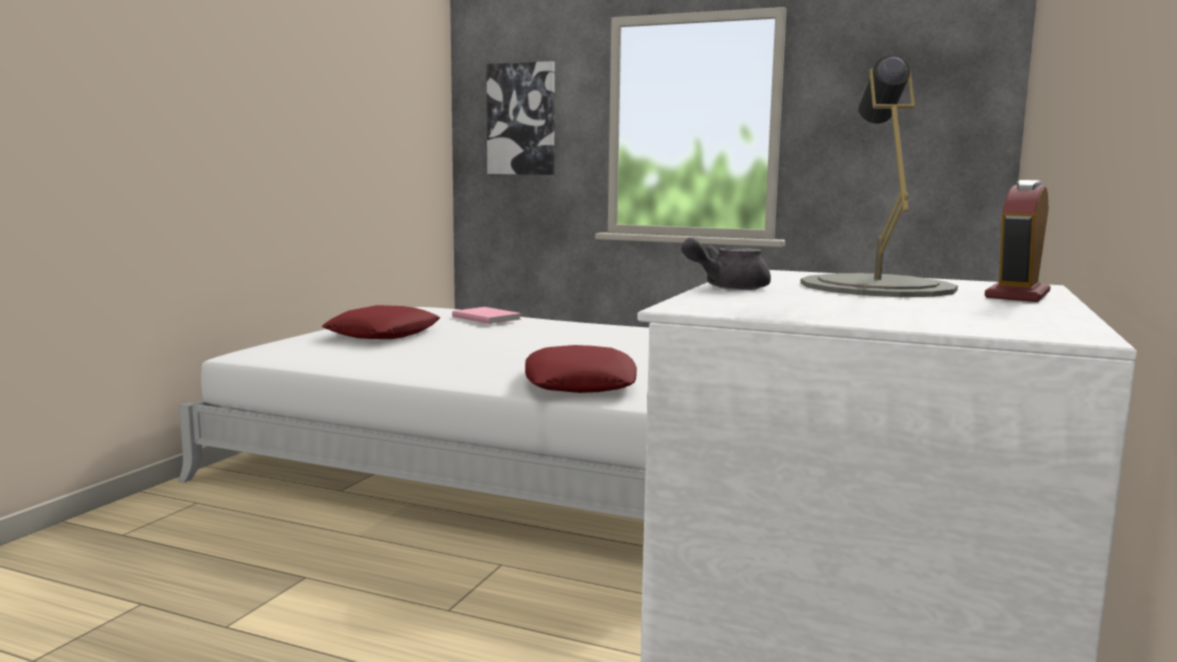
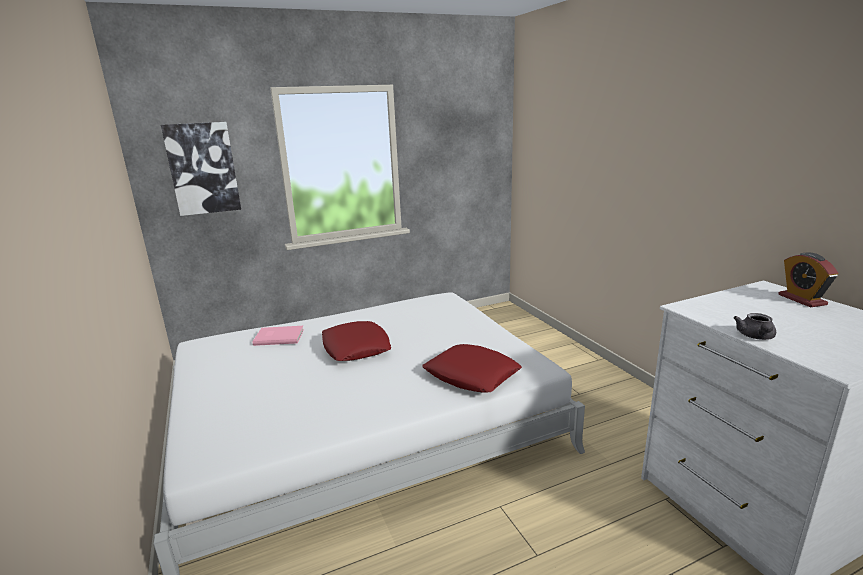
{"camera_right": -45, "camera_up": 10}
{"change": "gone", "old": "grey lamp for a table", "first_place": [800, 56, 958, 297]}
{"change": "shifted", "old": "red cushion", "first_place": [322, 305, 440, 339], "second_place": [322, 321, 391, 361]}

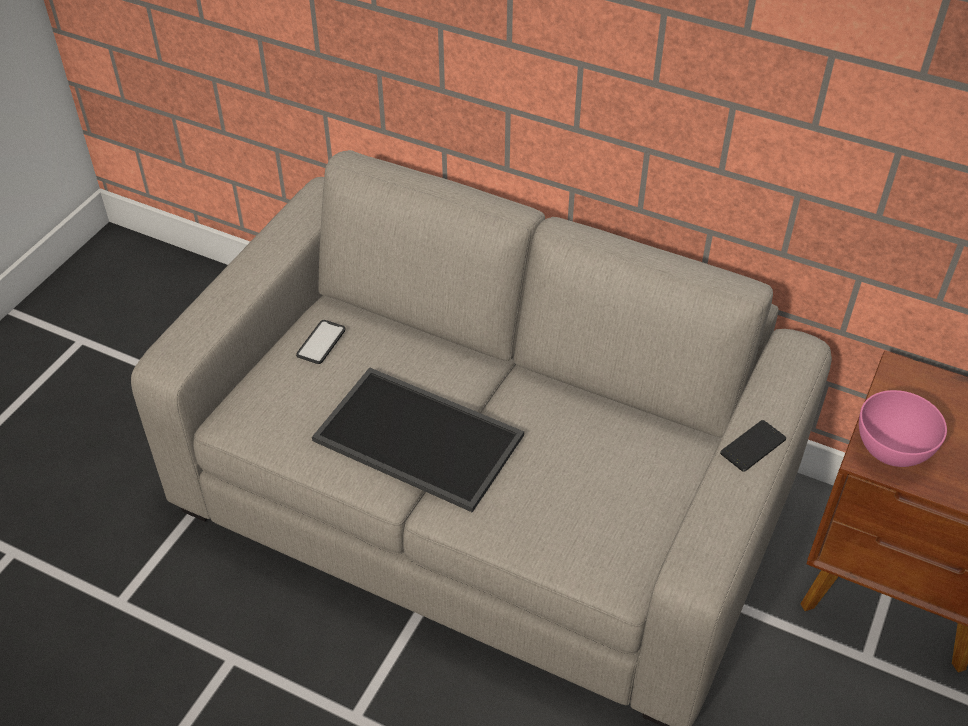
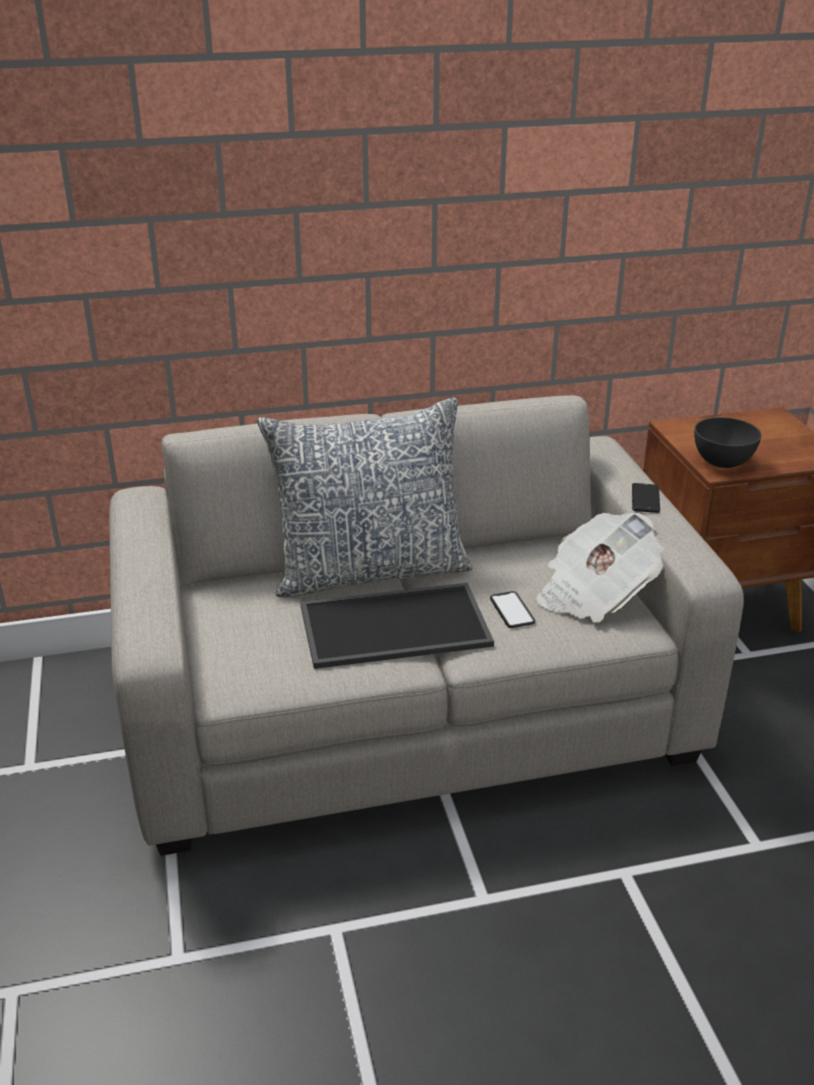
{"camera_right": -40, "camera_up": -15}
{"change": "shifted", "old": "handset", "first_place": [296, 320, 346, 364], "second_place": [490, 591, 535, 628]}
{"change": "repainted", "old": "pink deep dish", "new": "grey deep dish", "first_place": [859, 390, 947, 467], "second_place": [694, 417, 762, 468]}
{"change": "new", "new": "cushion", "second_place": [257, 397, 473, 597]}
{"change": "new", "new": "daily paper", "second_place": [536, 513, 664, 622]}

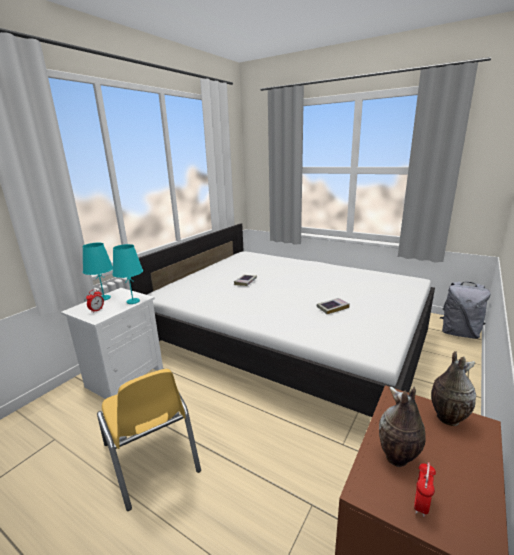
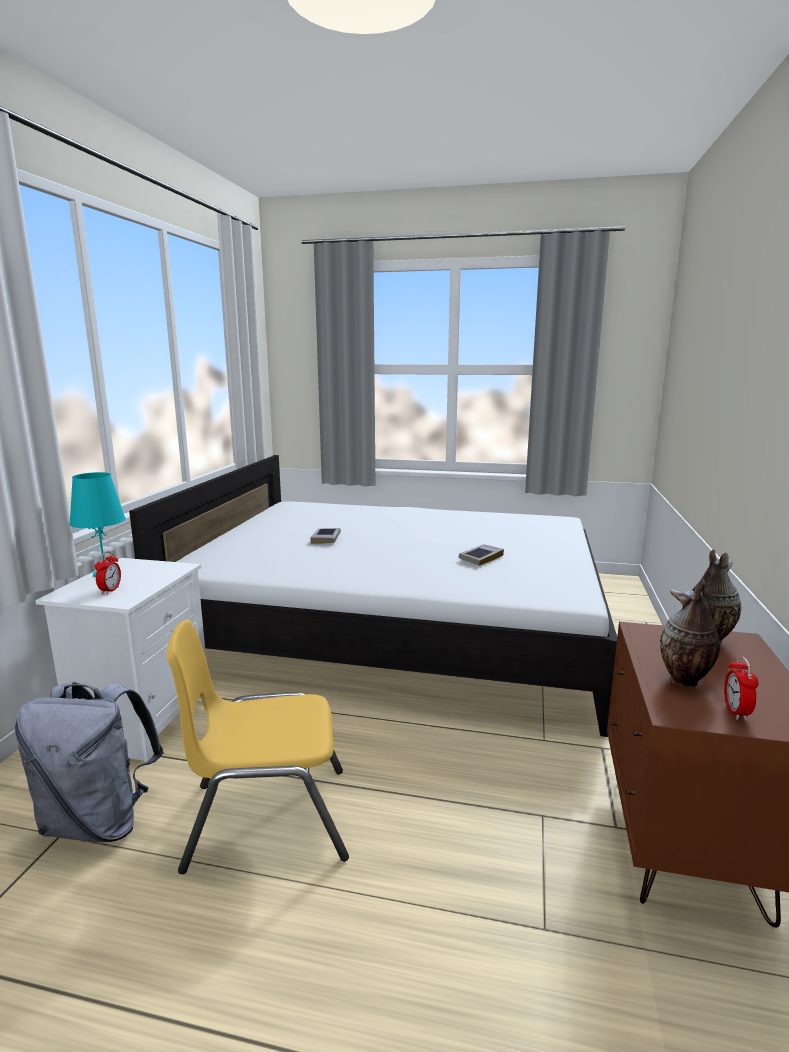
{"camera_right": -20, "camera_up": -5}
{"change": "gone", "old": "turquoise-coloured lamp for a table", "first_place": [112, 244, 143, 304]}
{"change": "shifted", "old": "grey backpack", "first_place": [440, 282, 491, 339], "second_place": [15, 681, 164, 842]}
{"change": "rotated", "old": "yellow-coloured upright chair", "first_place": [97, 369, 201, 511], "second_place": [166, 620, 349, 874], "degrees": 135}

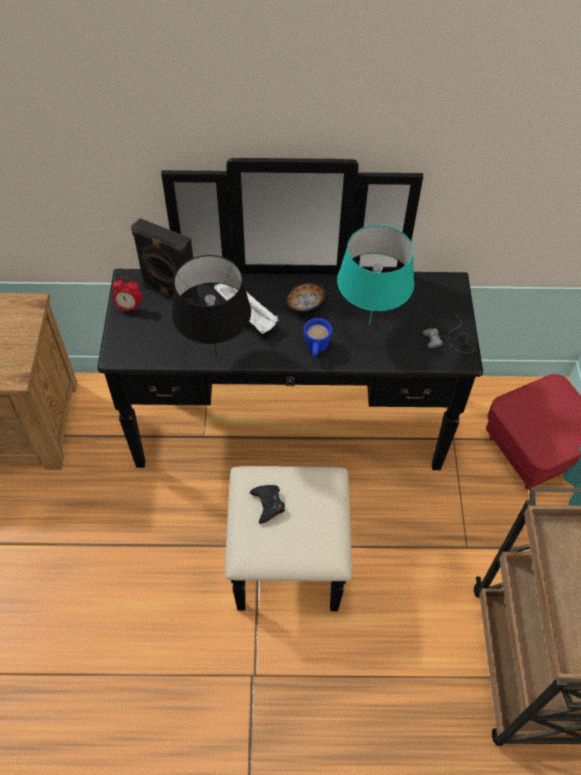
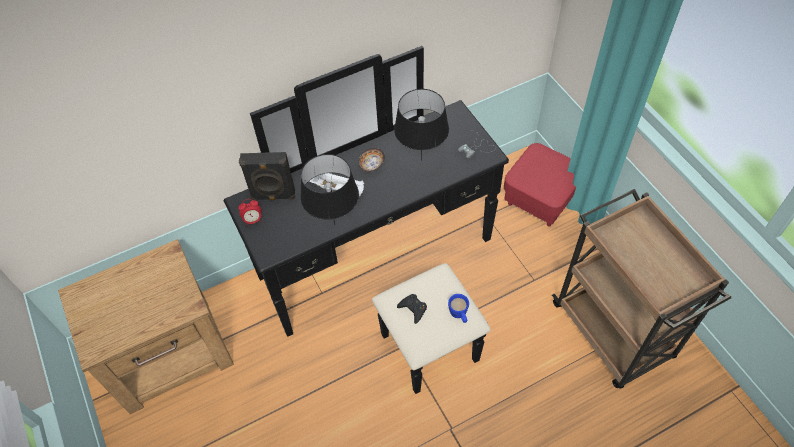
{"camera_right": -25, "camera_up": 0}
{"change": "repainted", "old": "turquoise-coloured lamp for a table", "new": "black lamp for a table", "first_place": [337, 225, 414, 325], "second_place": [394, 89, 449, 161]}
{"change": "shifted", "old": "blue coffee mug", "first_place": [303, 318, 332, 357], "second_place": [448, 294, 469, 323]}

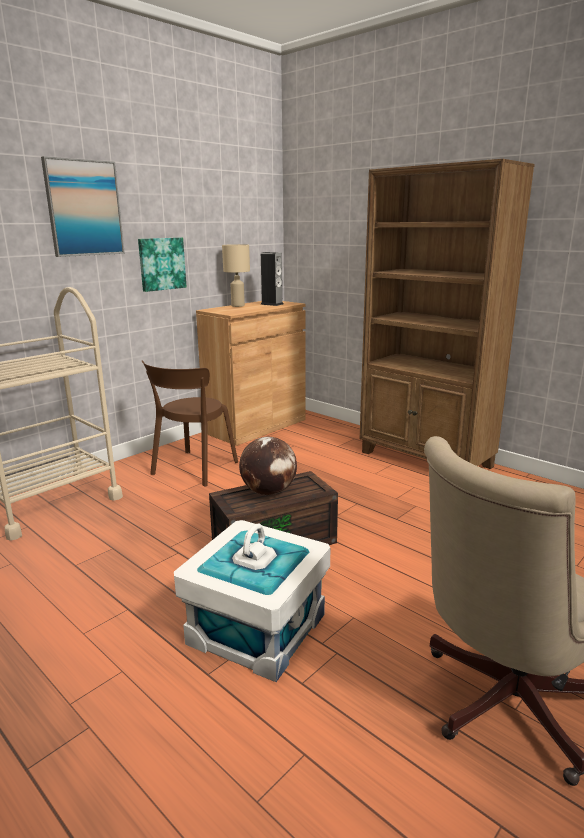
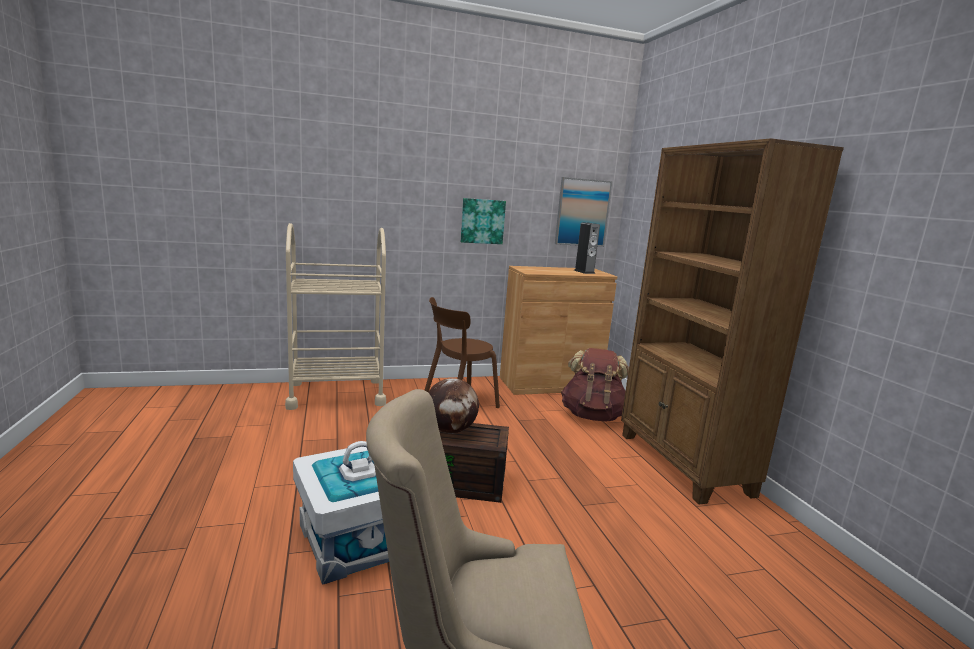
{"camera_right": 30, "camera_up": -5}
{"change": "shifted", "old": "wall art", "first_place": [41, 156, 125, 257], "second_place": [555, 177, 612, 247]}
{"change": "gone", "old": "sand-coloured lamp for a table", "first_place": [222, 244, 250, 307]}
{"change": "new", "new": "brown backpack", "second_place": [561, 348, 629, 422]}

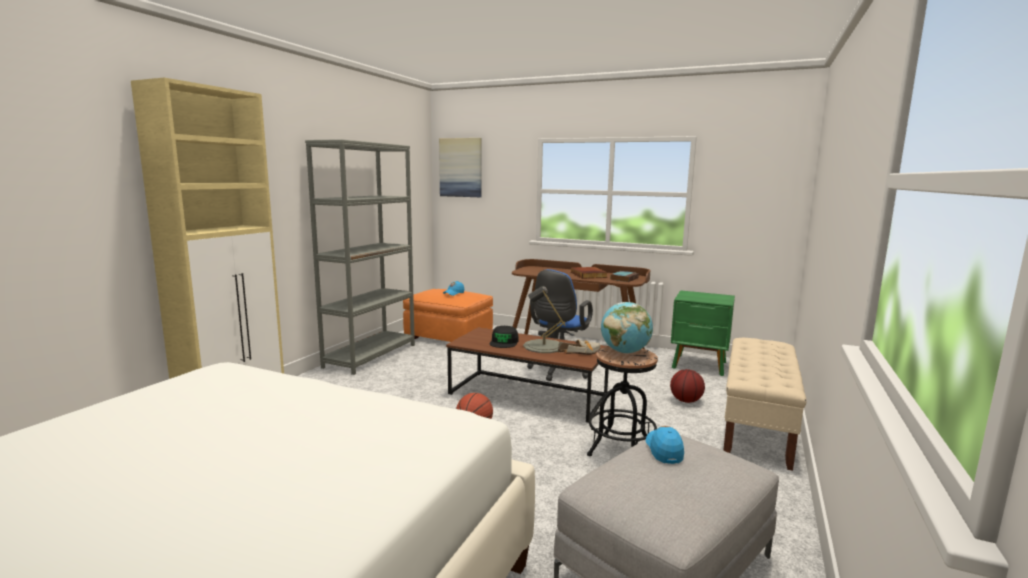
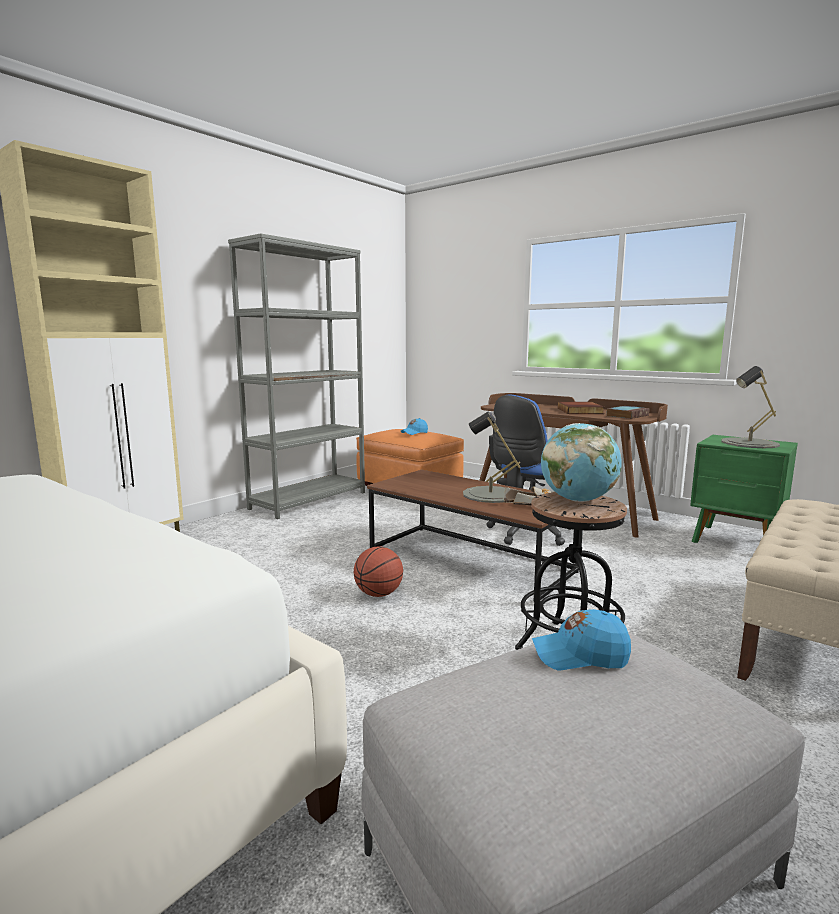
{"camera_right": 15, "camera_up": 0}
{"change": "gone", "old": "wall art", "first_place": [439, 138, 481, 197]}
{"change": "gone", "old": "black baseball cap", "first_place": [489, 326, 519, 348]}
{"change": "gone", "old": "basketball ball", "first_place": [670, 369, 705, 403]}
{"change": "rotated", "old": "blue baseball cap", "first_place": [646, 426, 684, 464], "second_place": [532, 609, 631, 671], "degrees": -105}
{"change": "new", "new": "grey lamp for a table", "second_place": [721, 366, 780, 448]}

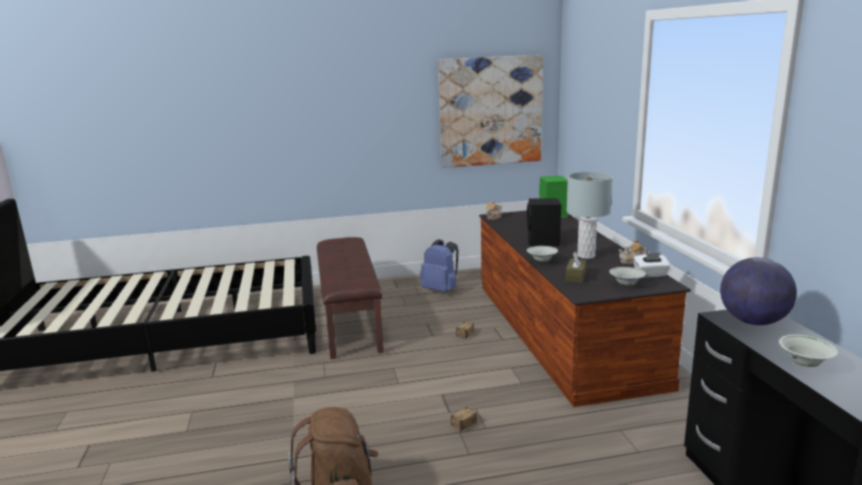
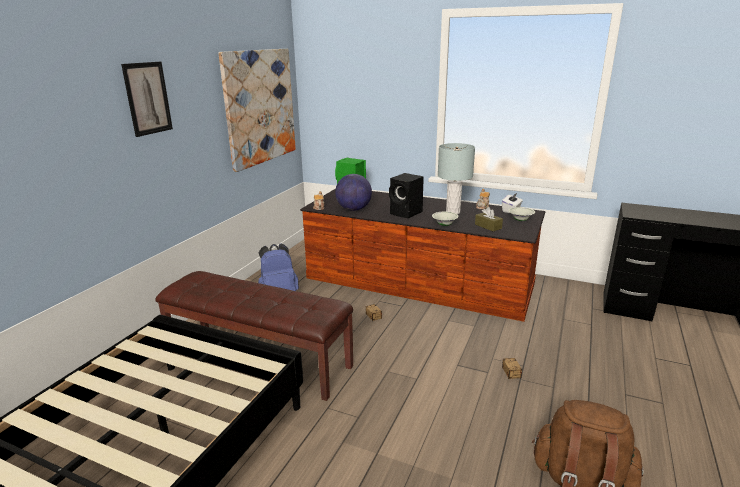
{"camera_right": -55, "camera_up": 5}
{"change": "shifted", "old": "world globe", "first_place": [720, 257, 797, 325], "second_place": [335, 174, 372, 211]}
{"change": "gone", "old": "whitish deep dish", "first_place": [779, 335, 838, 367]}
{"change": "new", "new": "wall art", "second_place": [121, 62, 173, 137]}

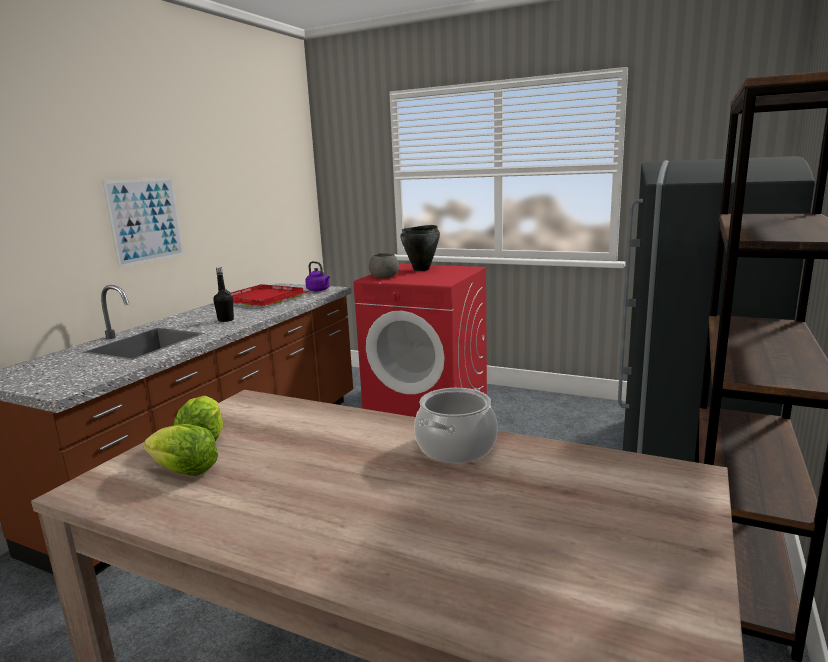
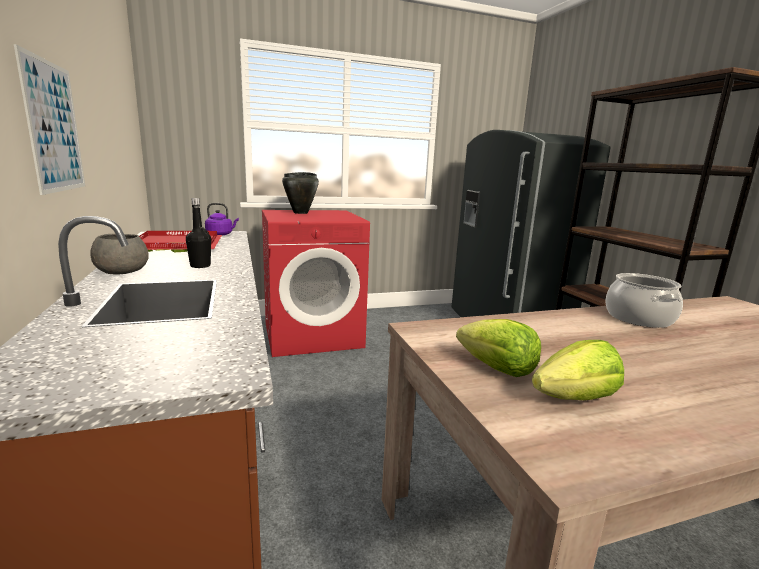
{"camera_right": -45, "camera_up": 0}
{"change": "shifted", "old": "grey deep dish", "first_place": [369, 253, 399, 278], "second_place": [90, 234, 149, 274]}

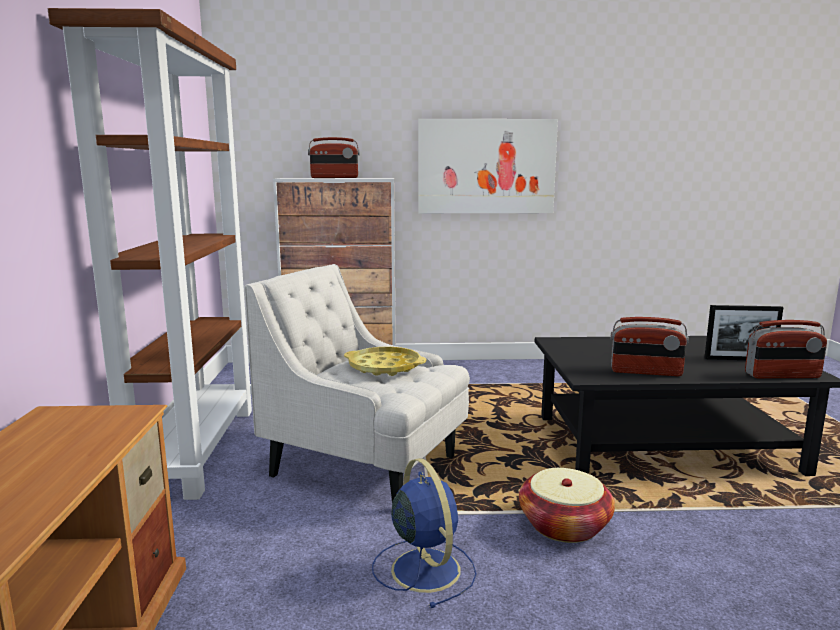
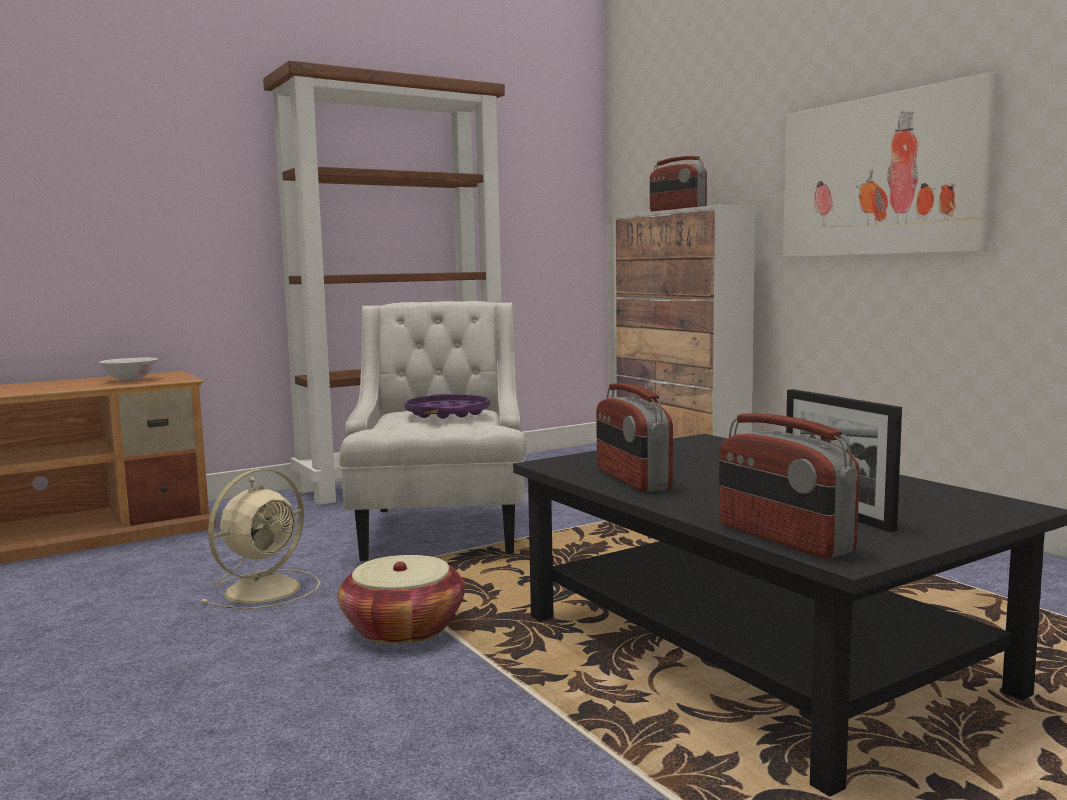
{"camera_right": 60, "camera_up": -5}
{"change": "repainted", "old": "yellow-coloured tray", "new": "purplish tray", "first_place": [344, 347, 427, 376], "second_place": [405, 394, 490, 419]}
{"change": "repainted", "old": "blue electric fan", "new": "sand-coloured electric fan", "first_place": [372, 458, 476, 608], "second_place": [200, 469, 320, 610]}
{"change": "new", "new": "whitish deep dish", "second_place": [99, 358, 158, 381]}

